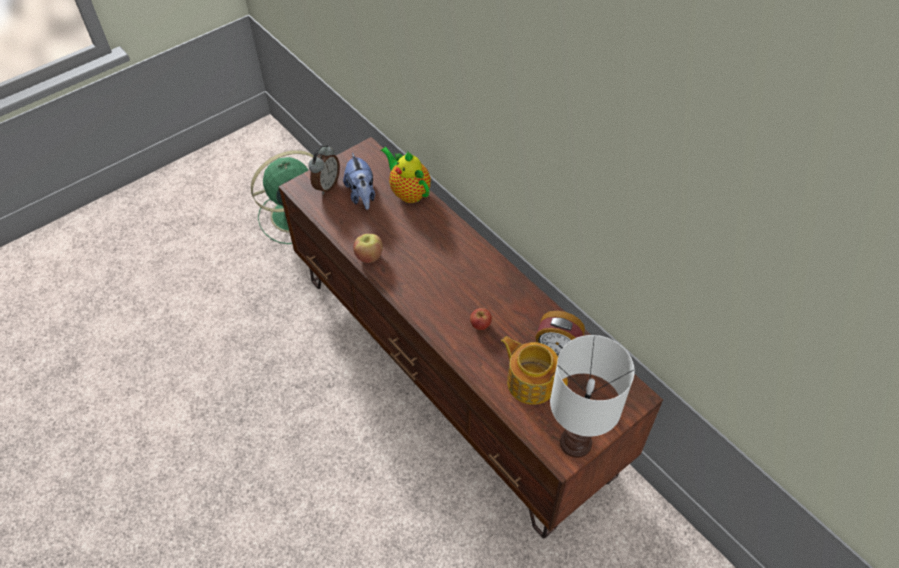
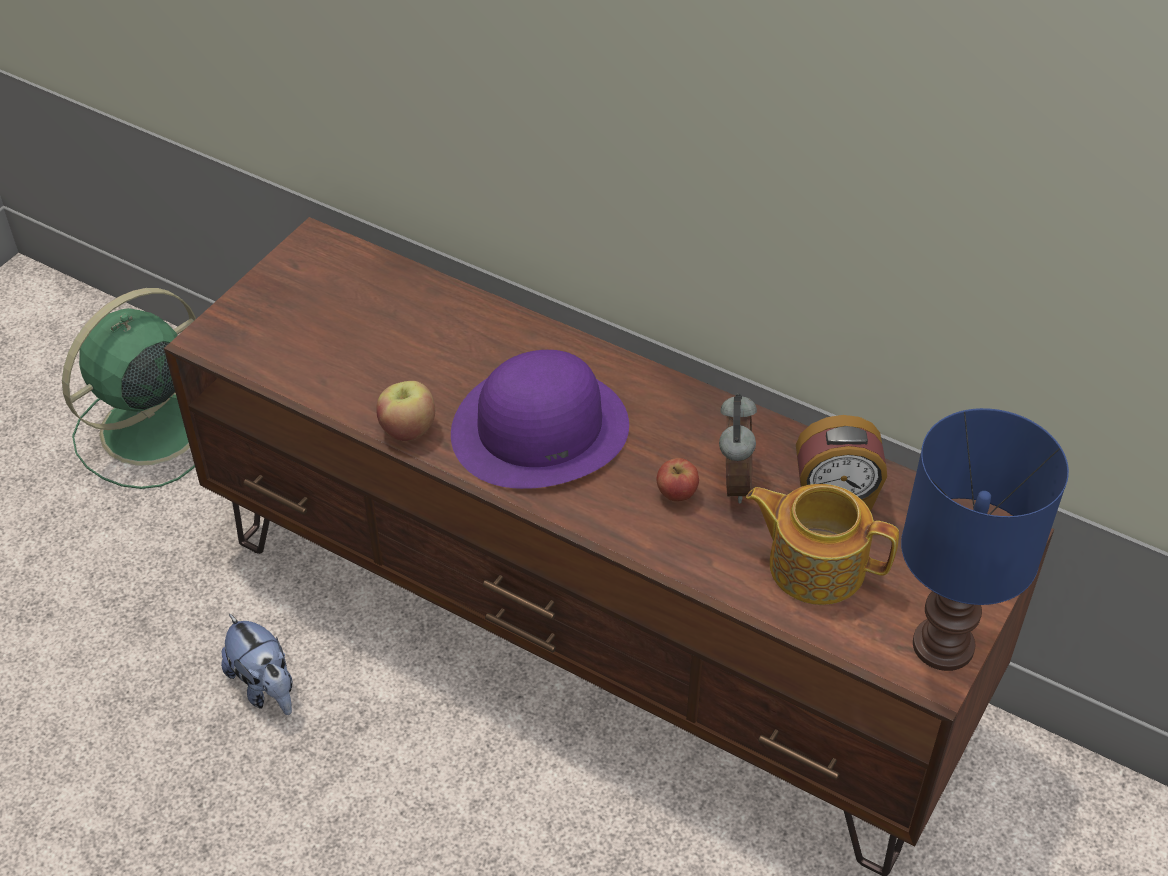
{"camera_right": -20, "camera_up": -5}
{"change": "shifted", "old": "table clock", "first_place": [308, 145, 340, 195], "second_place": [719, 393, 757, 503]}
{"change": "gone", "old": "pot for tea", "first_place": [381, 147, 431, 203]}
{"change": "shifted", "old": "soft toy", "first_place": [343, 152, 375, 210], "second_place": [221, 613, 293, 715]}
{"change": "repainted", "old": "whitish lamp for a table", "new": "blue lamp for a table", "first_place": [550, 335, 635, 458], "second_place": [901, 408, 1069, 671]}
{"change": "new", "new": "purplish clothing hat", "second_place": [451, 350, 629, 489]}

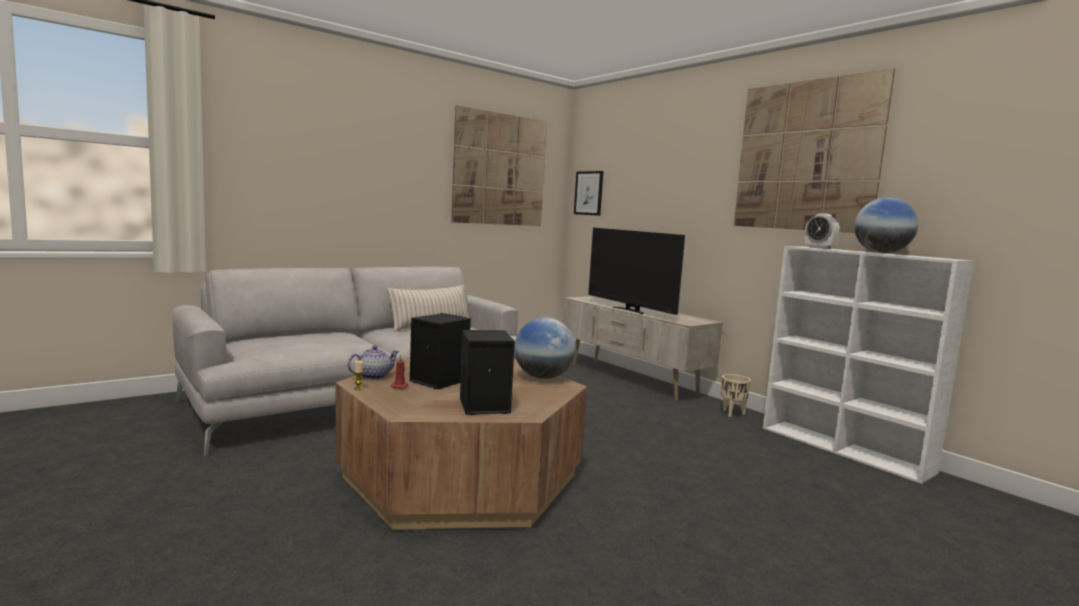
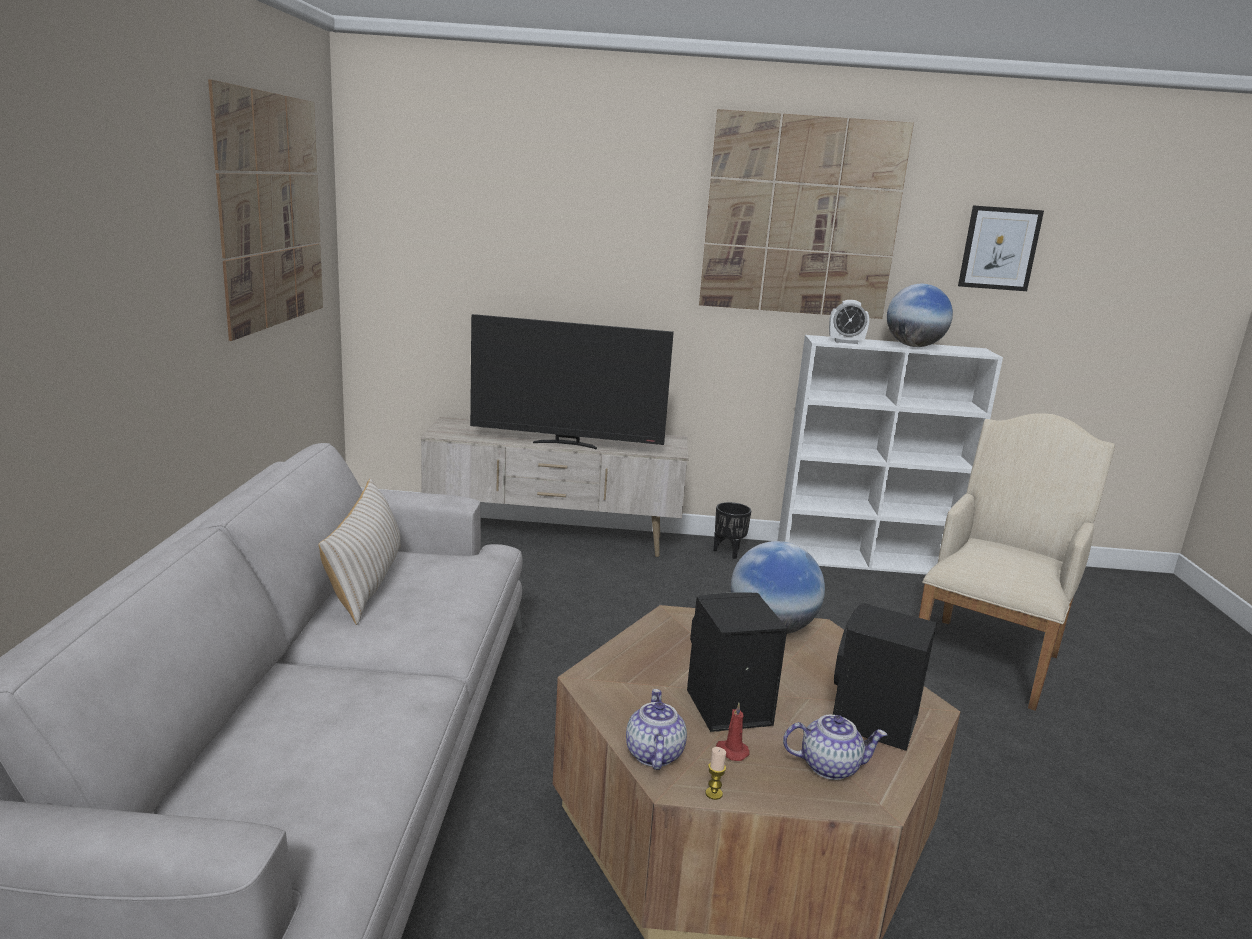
{"camera_right": -50, "camera_up": 10}
{"change": "shifted", "old": "wall art", "first_place": [574, 171, 603, 216], "second_place": [958, 205, 1044, 291]}
{"change": "repainted", "old": "sand-coloured plant pot", "new": "black plant pot", "first_place": [721, 374, 751, 417], "second_place": [714, 502, 751, 559]}
{"change": "new", "new": "sand-coloured armchair", "second_place": [919, 413, 1115, 711]}
{"change": "new", "new": "pot for tea", "second_place": [783, 715, 887, 780]}

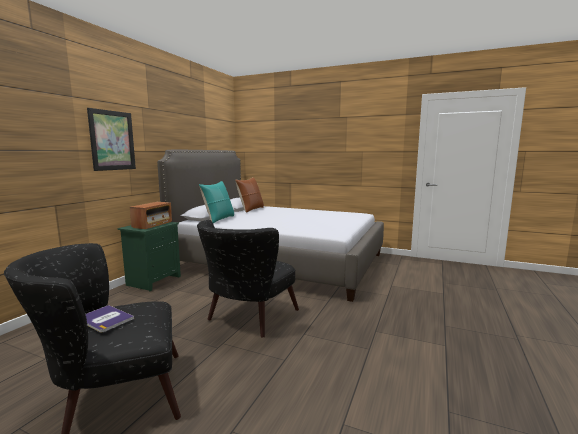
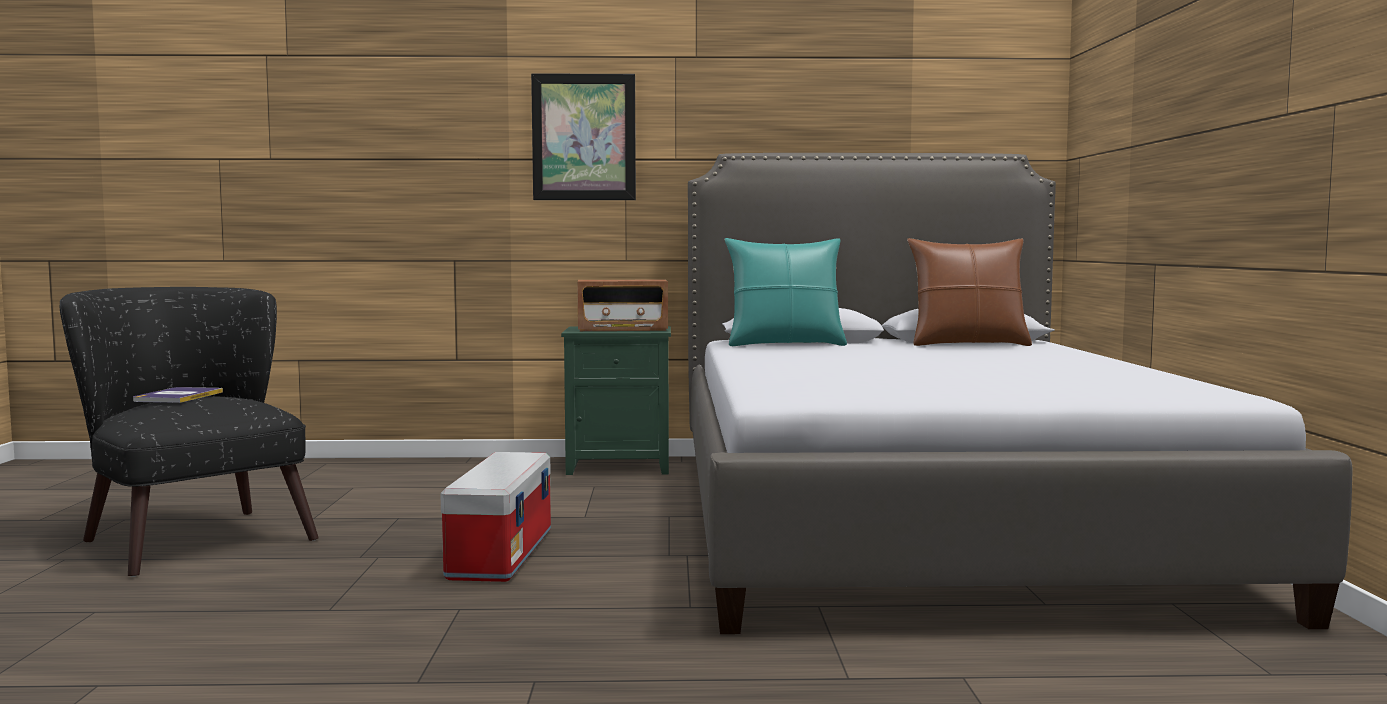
{"camera_right": 65, "camera_up": -5}
{"change": "swapped", "old": "black armchair", "new": "storage box", "first_place": [197, 220, 299, 338], "second_place": [440, 452, 551, 582]}

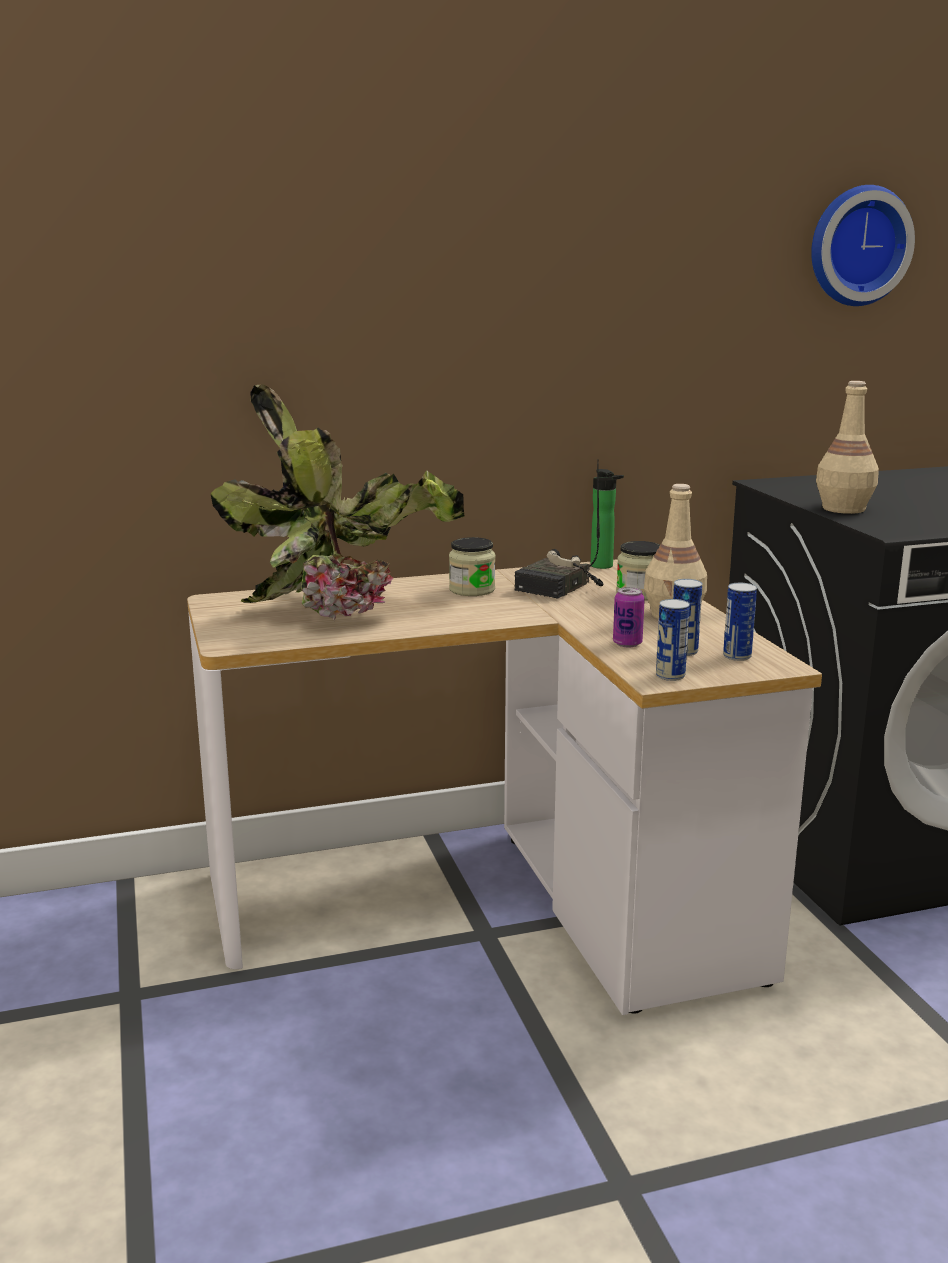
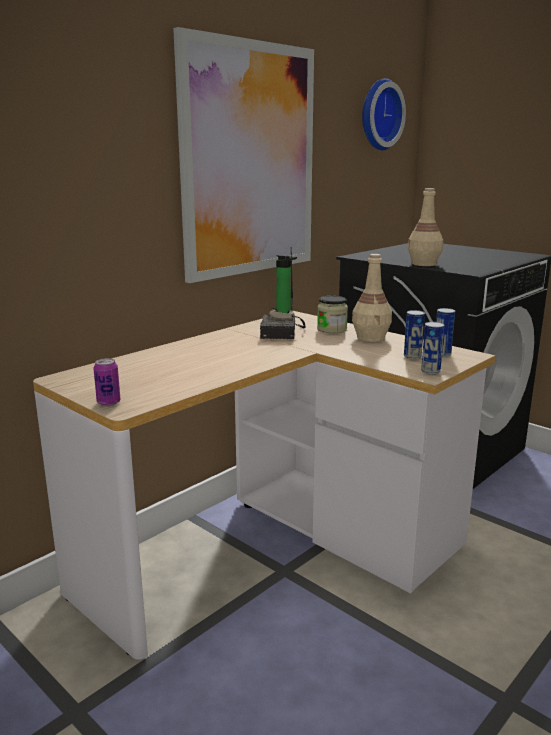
{"camera_right": -30, "camera_up": 0}
{"change": "gone", "old": "plant in a pot", "first_place": [210, 384, 465, 621]}
{"change": "gone", "old": "storage jar", "first_place": [449, 537, 495, 596]}
{"change": "shifted", "old": "sealed can", "first_place": [613, 587, 645, 647], "second_place": [93, 358, 121, 406]}
{"change": "new", "new": "wall art", "second_place": [173, 27, 314, 283]}

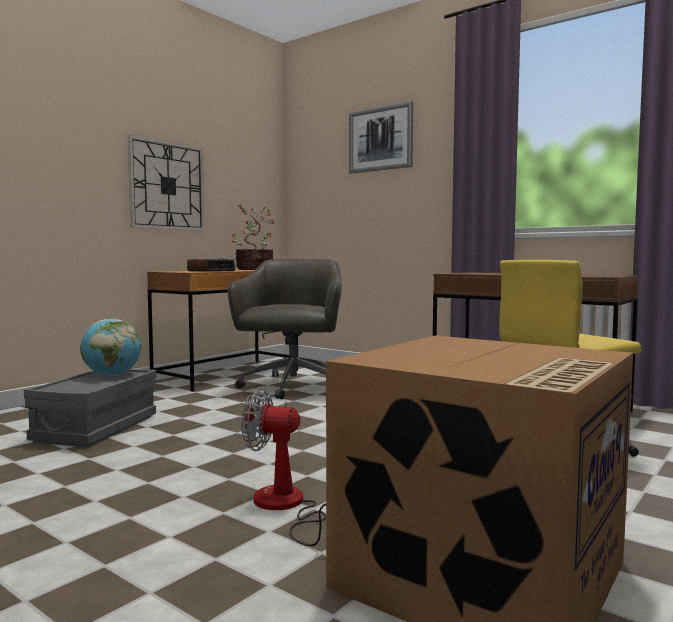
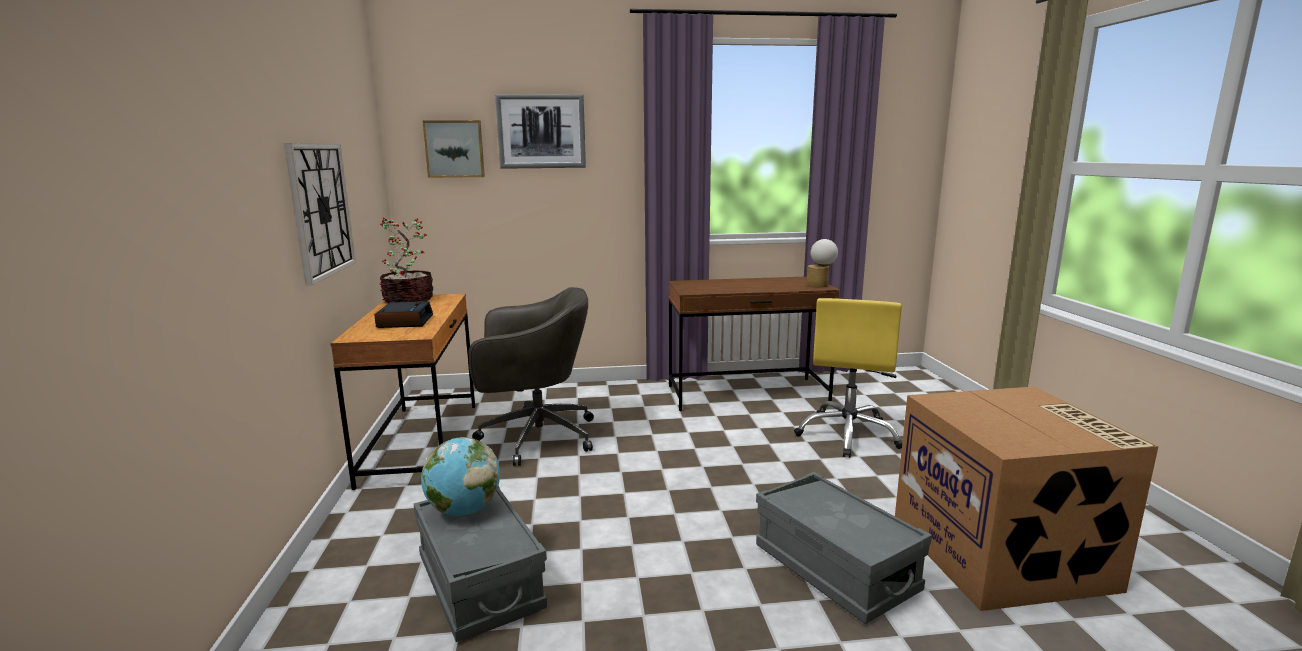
{"camera_right": -45, "camera_up": 10}
{"change": "rotated", "old": "grey desk chair", "first_place": [228, 259, 342, 399], "second_place": [469, 287, 594, 466], "degrees": 120}
{"change": "swapped", "old": "electric fan", "new": "grey storage box", "first_place": [241, 388, 326, 546], "second_place": [756, 472, 932, 624]}
{"change": "new", "new": "wall art", "second_place": [422, 120, 485, 178]}
{"change": "new", "new": "lamp for a table", "second_place": [807, 239, 838, 288]}

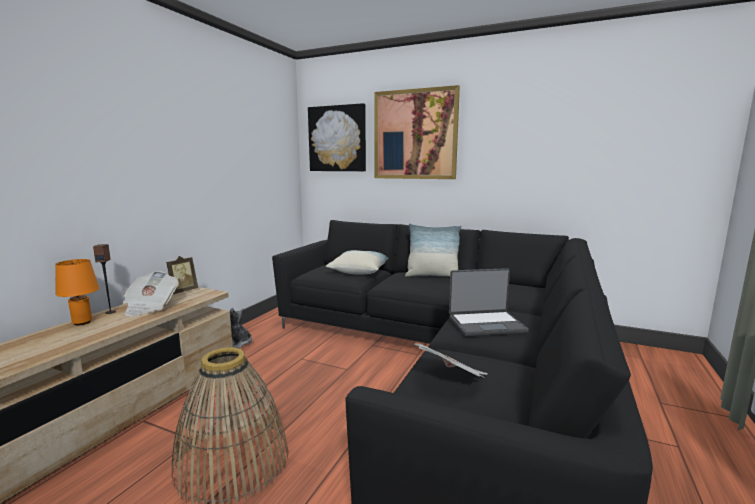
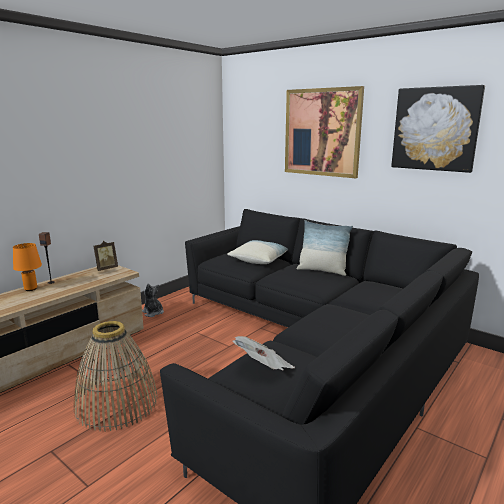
{"camera_right": 15, "camera_up": 5}
{"change": "shifted", "old": "wall art", "first_place": [308, 103, 366, 171], "second_place": [391, 85, 485, 173]}
{"change": "gone", "old": "portable computer", "first_place": [449, 268, 529, 336]}
{"change": "gone", "old": "daily paper", "first_place": [123, 271, 179, 317]}

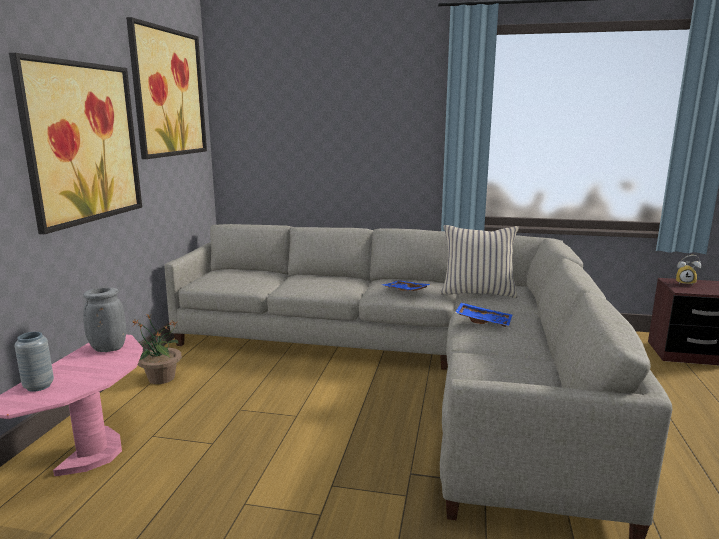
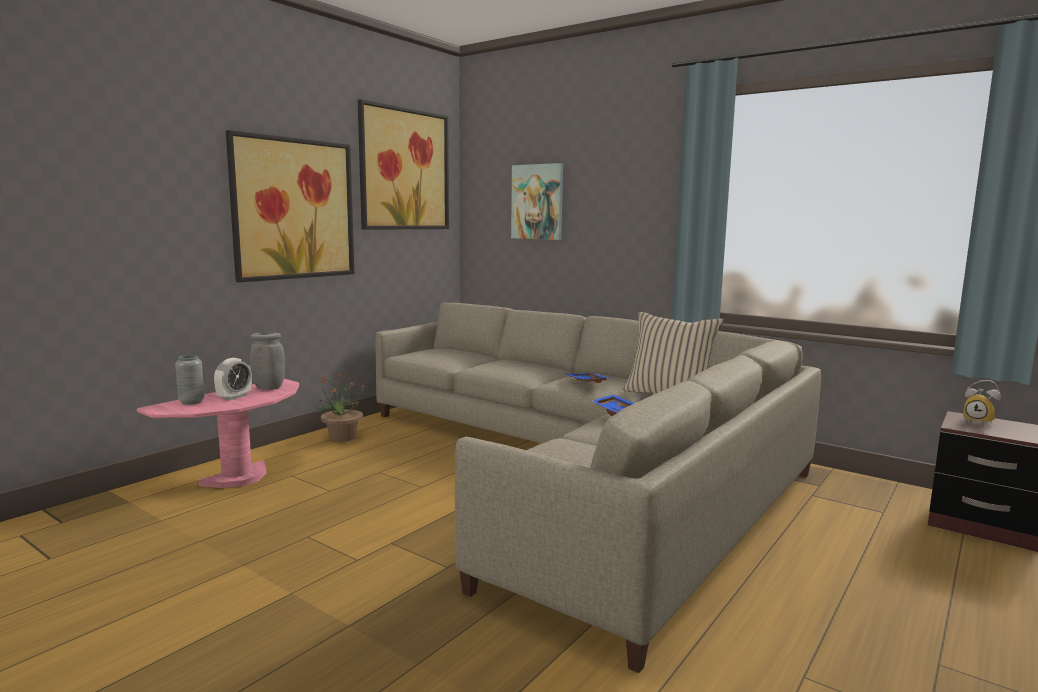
{"camera_right": 25, "camera_up": -5}
{"change": "new", "new": "wall art", "second_place": [511, 163, 563, 240]}
{"change": "new", "new": "table clock", "second_place": [214, 358, 252, 400]}

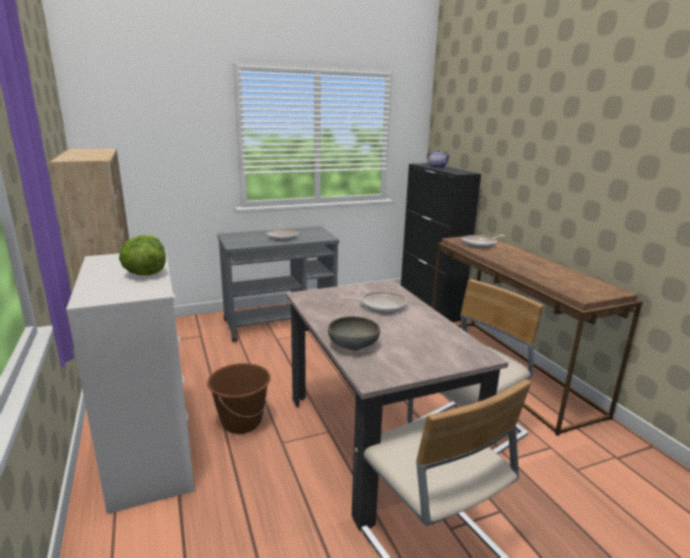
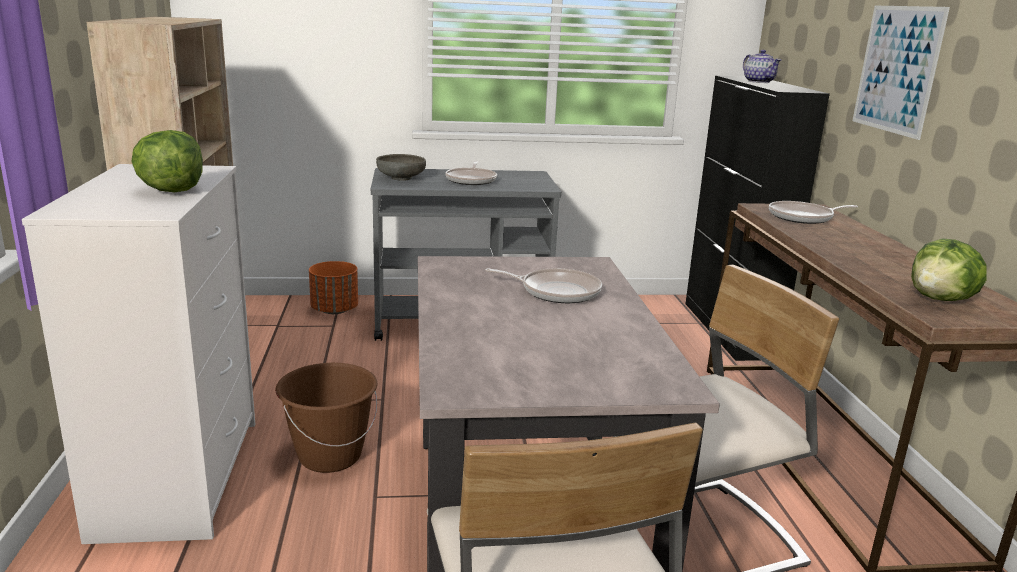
{"camera_right": 15, "camera_up": 0}
{"change": "shifted", "old": "grey deep dish", "first_place": [328, 316, 380, 350], "second_place": [376, 154, 426, 181]}
{"change": "new", "new": "wall art", "second_place": [853, 6, 950, 140]}
{"change": "new", "new": "head of lettuce", "second_place": [911, 238, 987, 301]}
{"change": "new", "new": "orangey plant pot", "second_place": [309, 261, 358, 314]}

